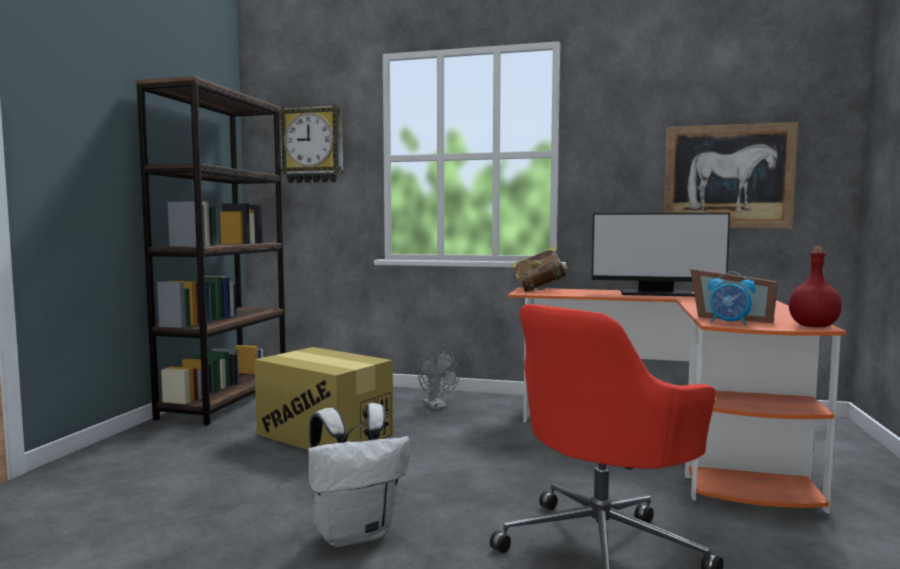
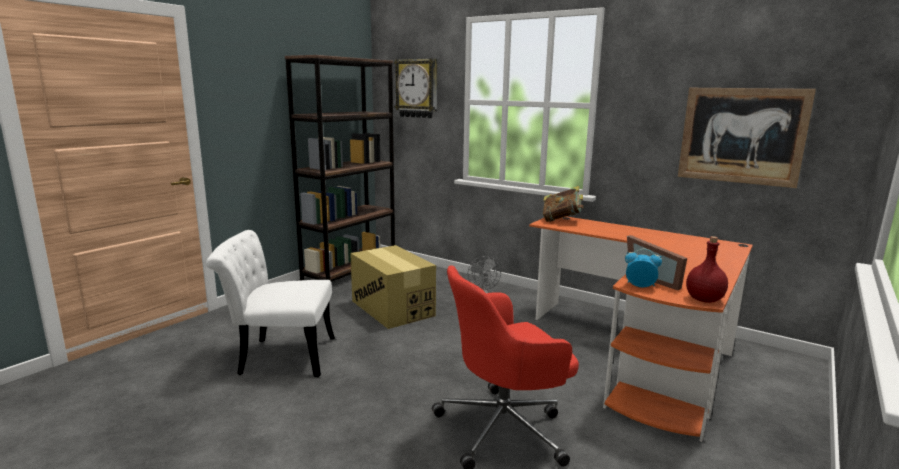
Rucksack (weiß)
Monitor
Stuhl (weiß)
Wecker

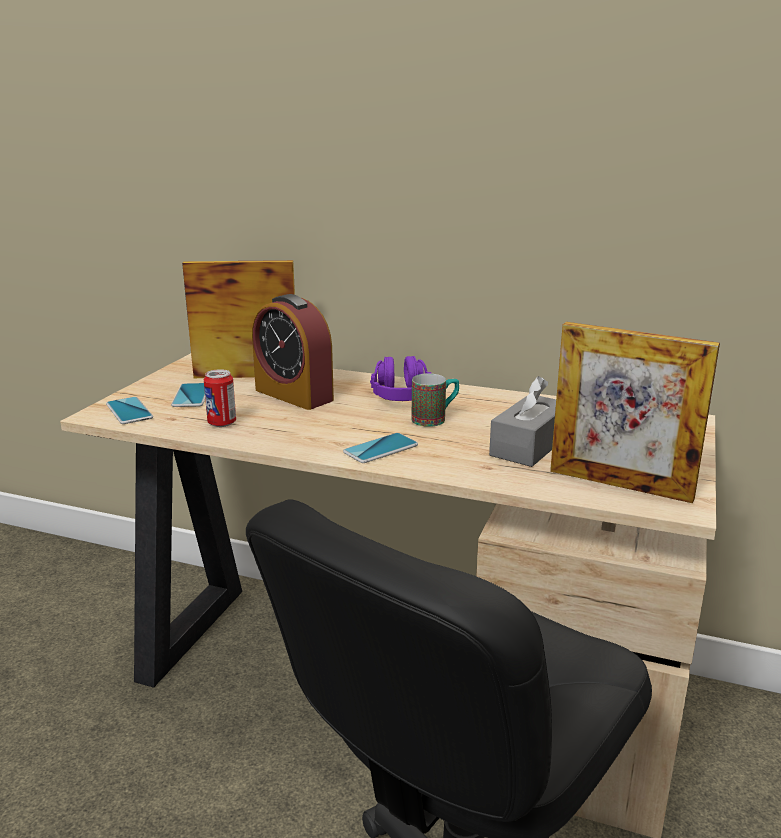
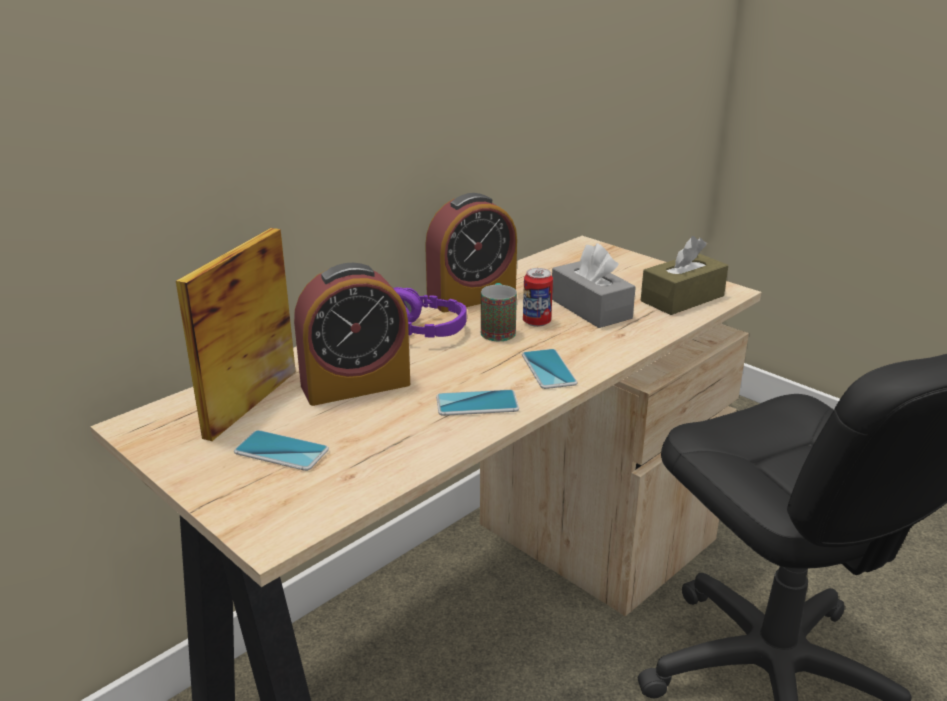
Wecker (no. 2 from left)
Handy (no. 2 from left)
Dose
Taschentuchbox (braun)

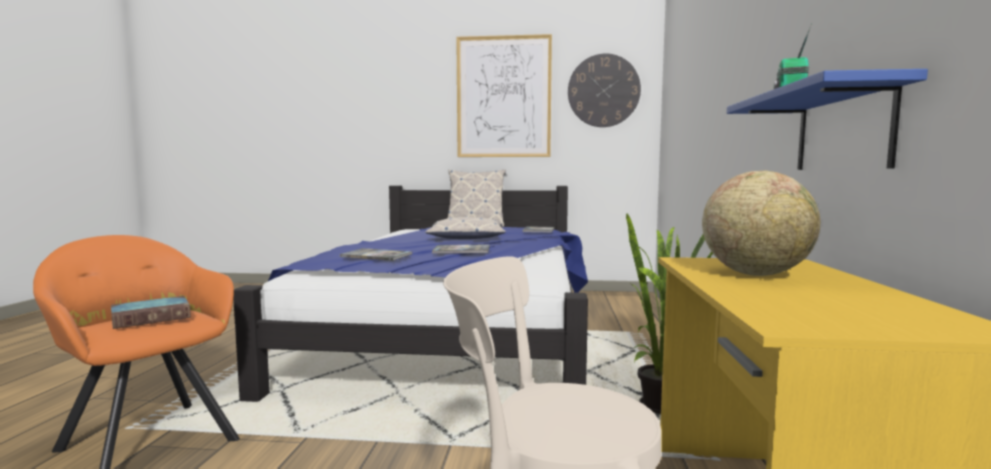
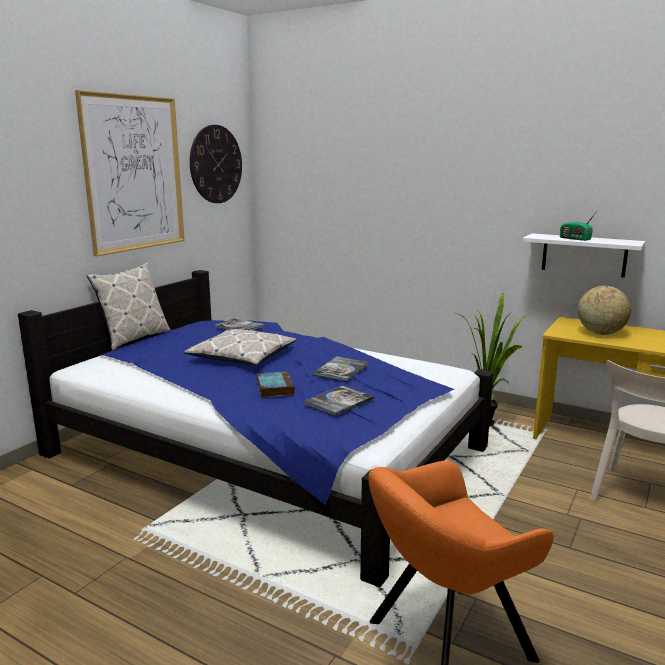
Buch (no. 2 from left)
Wandregal (weiß)

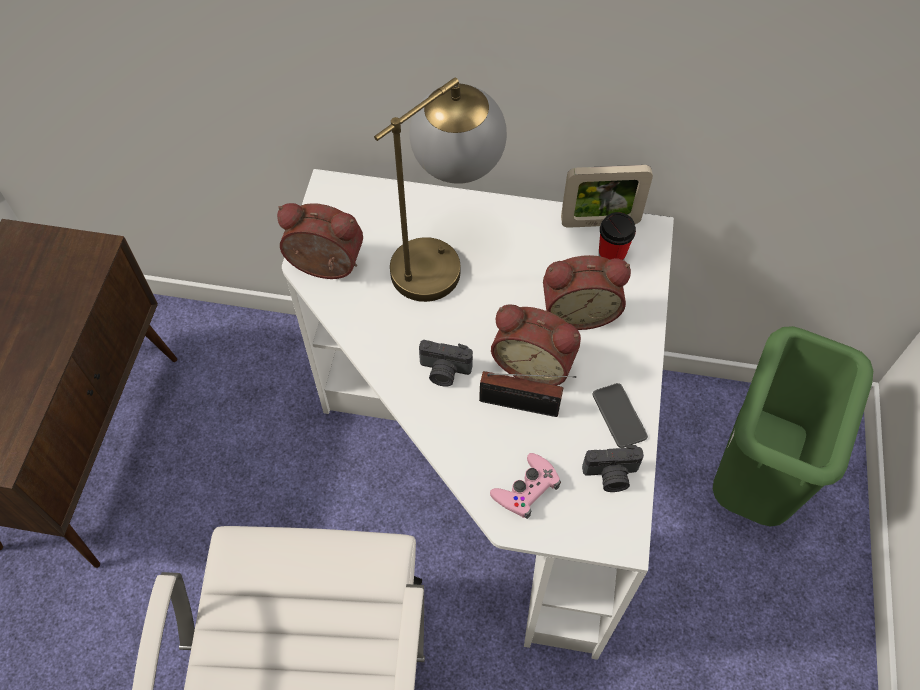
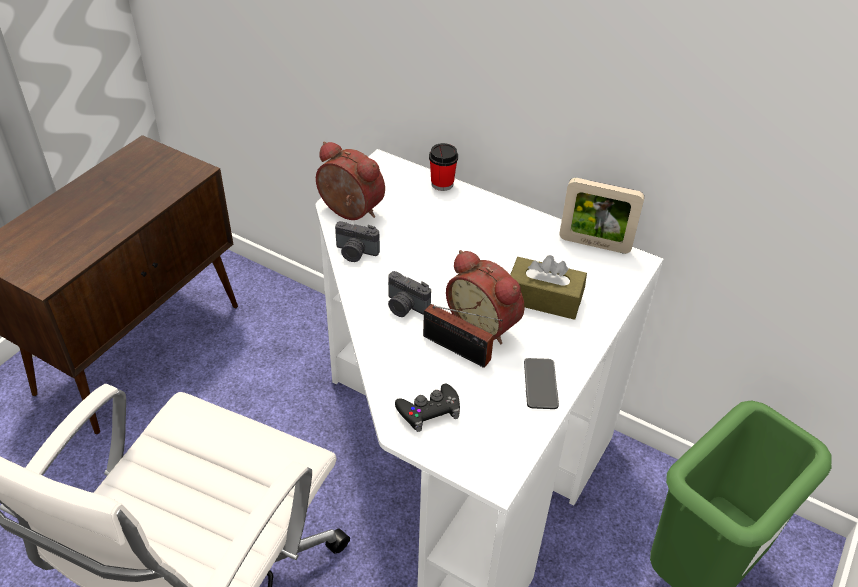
Tischlampe
Kamera (no. 1 from left)
Tasse
Taschentuchbox (braun)
Gamepad (schwarz)

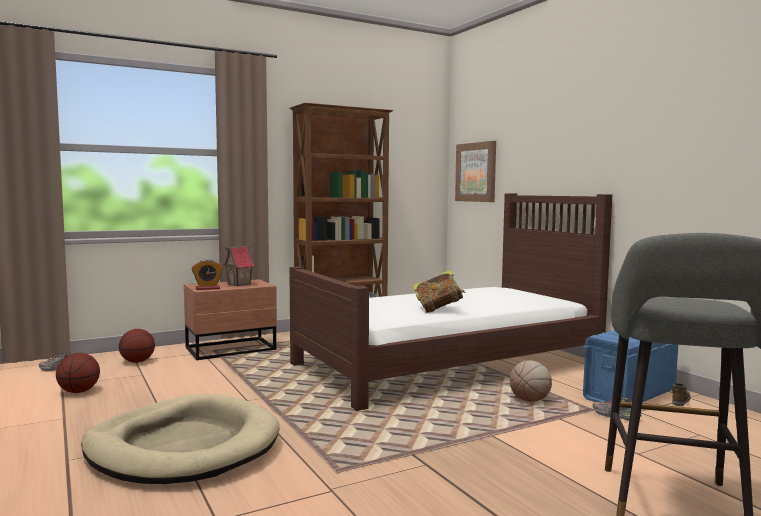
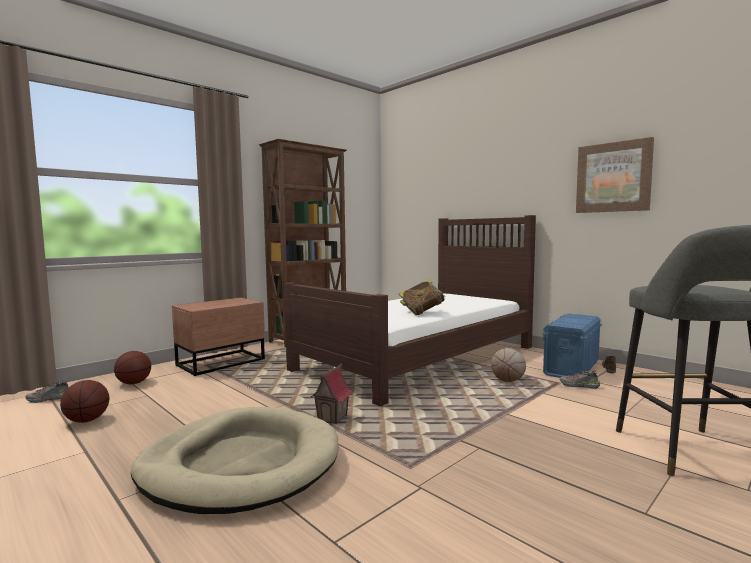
Wecker
Spielzeughaus
Bild

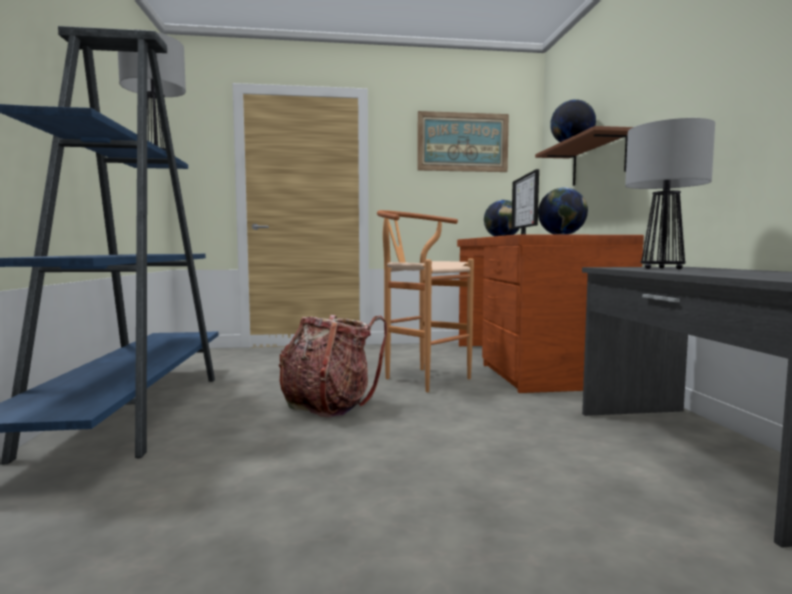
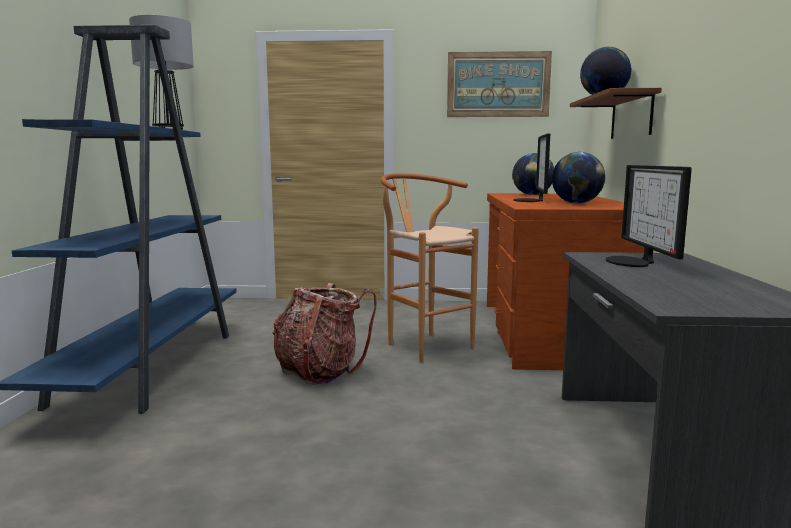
Monitor (no. 2 from left)

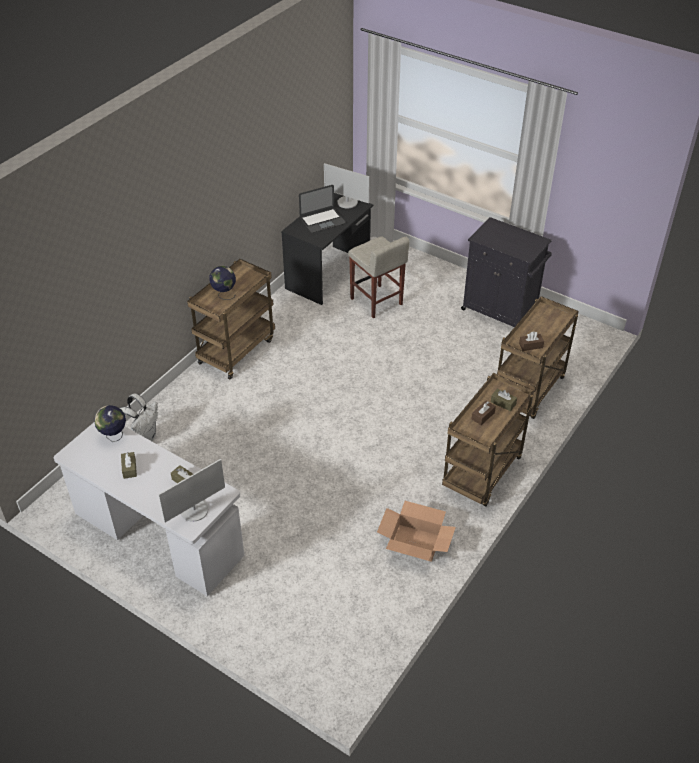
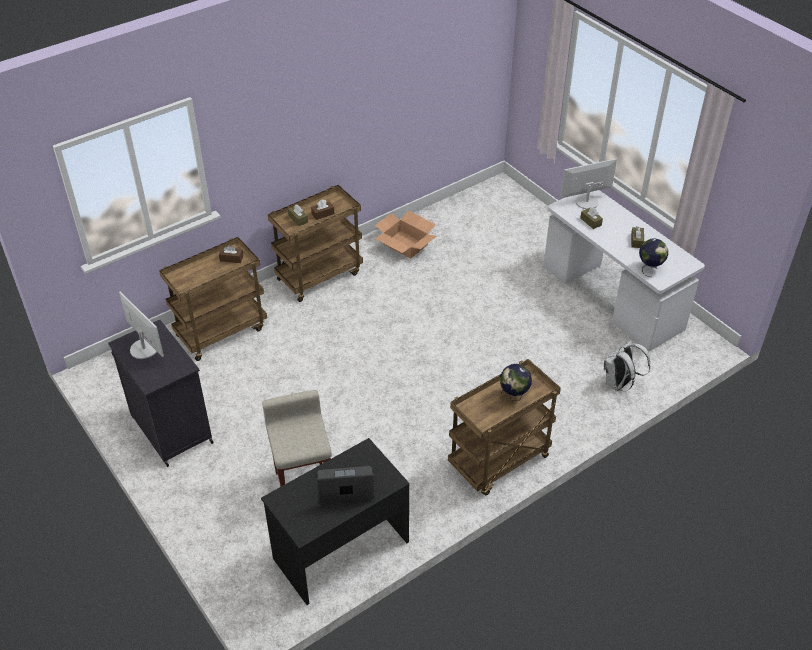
Monitor (no. 1 from left)

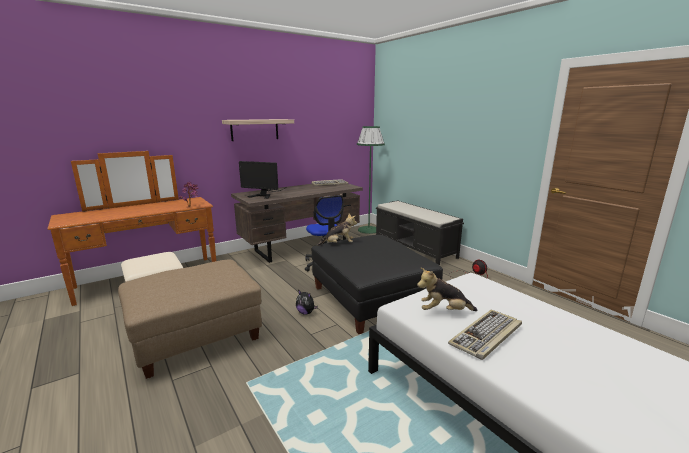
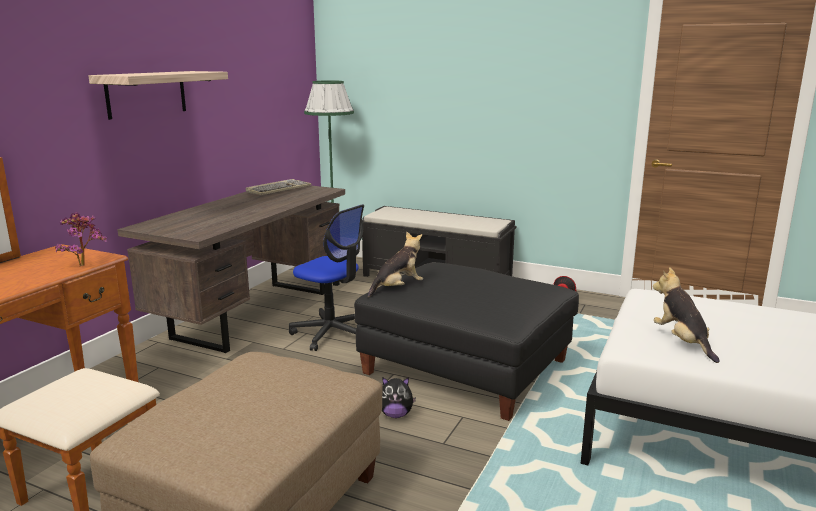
Monitor
Tastatur (no. 2 from left in the first image)
Plüschtier (no. 3 from left)

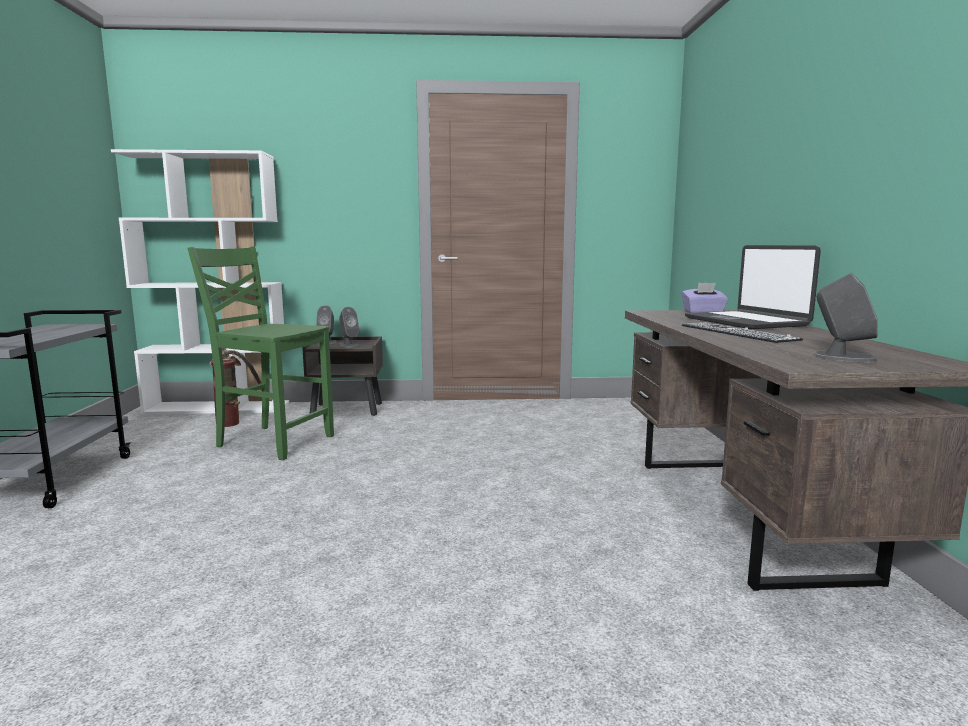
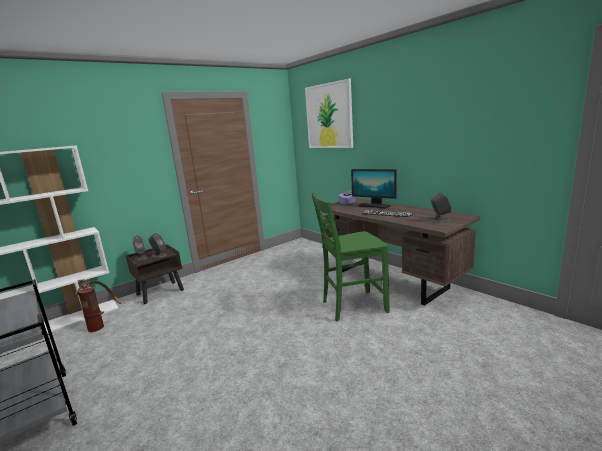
Bild
Stuhl (grün)
Monitor

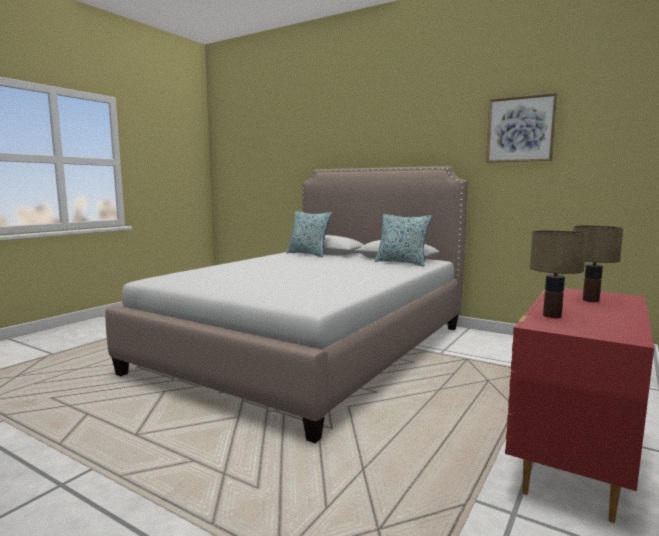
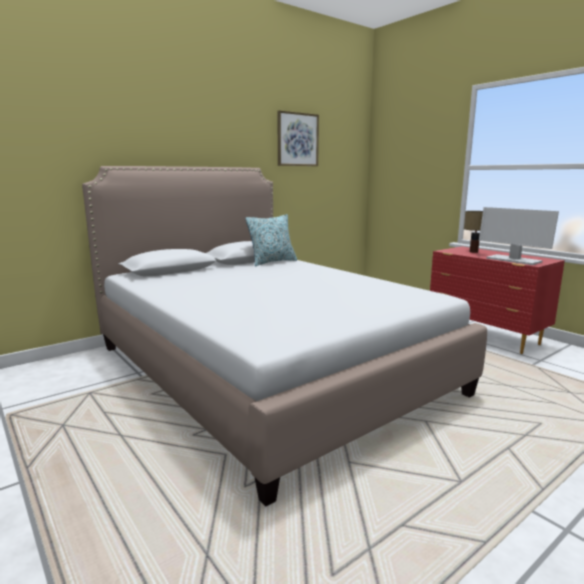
Kissen (no. 1 from left in the first image)
Monitor

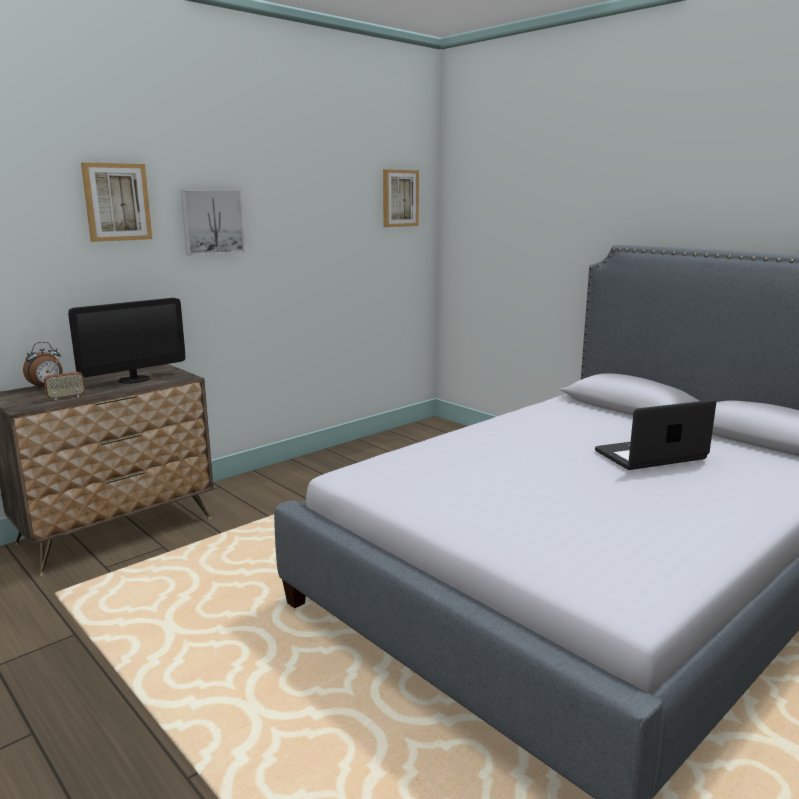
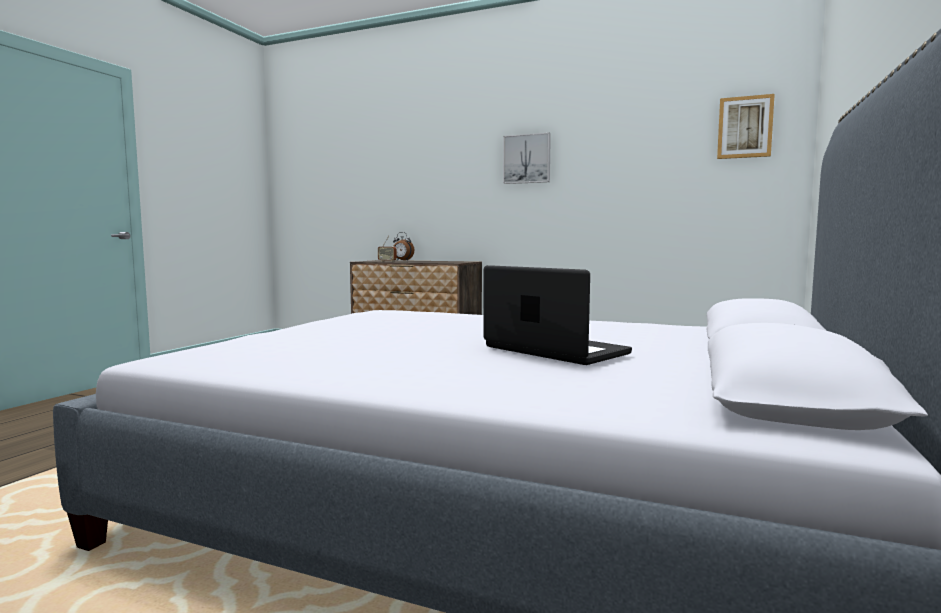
Monitor
Bild (no. 1 from left in the first image)

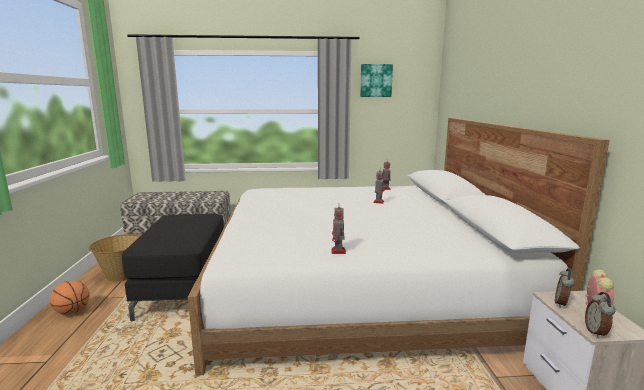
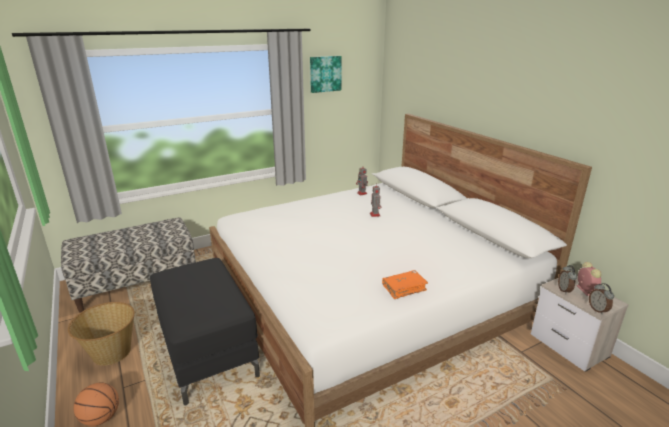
Buch (orange)

